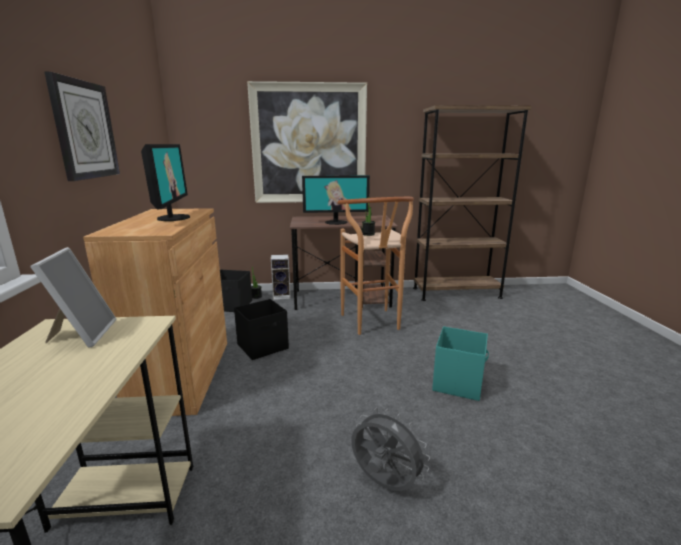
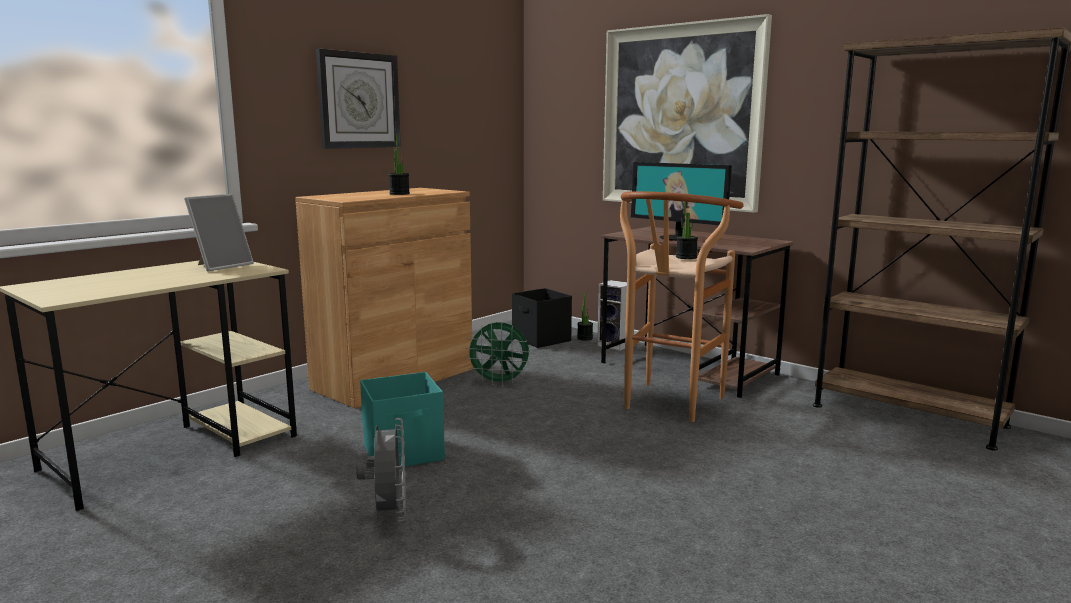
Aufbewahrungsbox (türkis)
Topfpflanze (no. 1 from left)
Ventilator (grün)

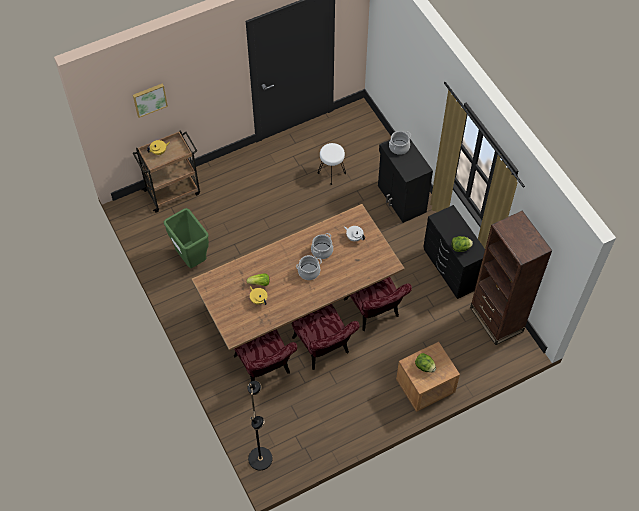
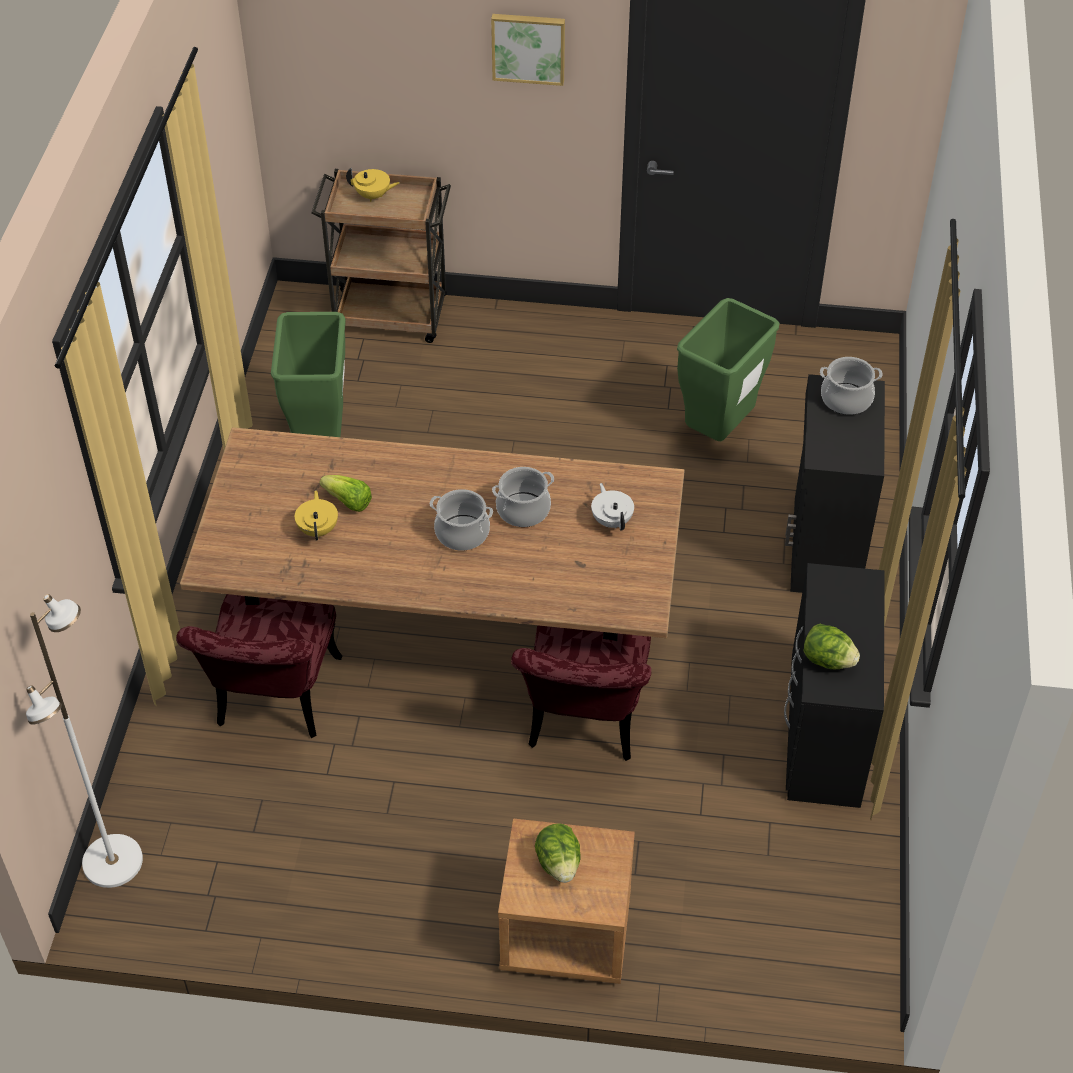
Stuhl (rot) (no. 2 from left in the first image)
Bücherregal (braun)
Bild
Mülleimer (grün) (no. 2 from left)
Stehlampe (weiß)

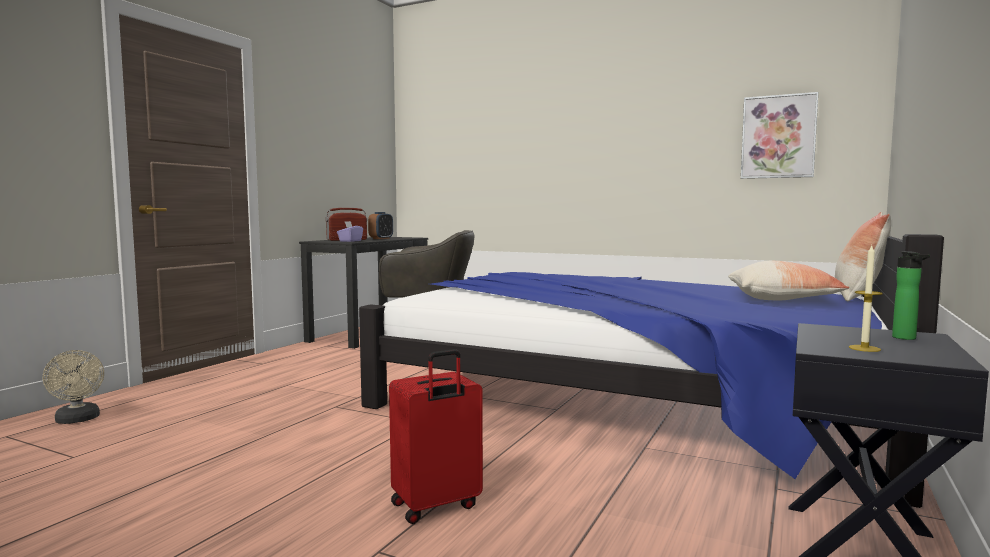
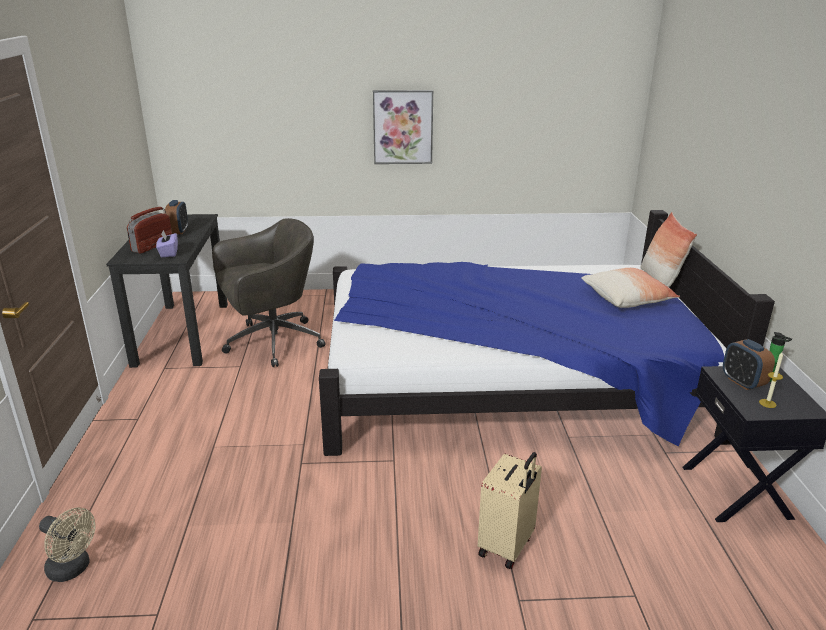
Wecker (no. 2 from left)
Bild
Koffer (beige)

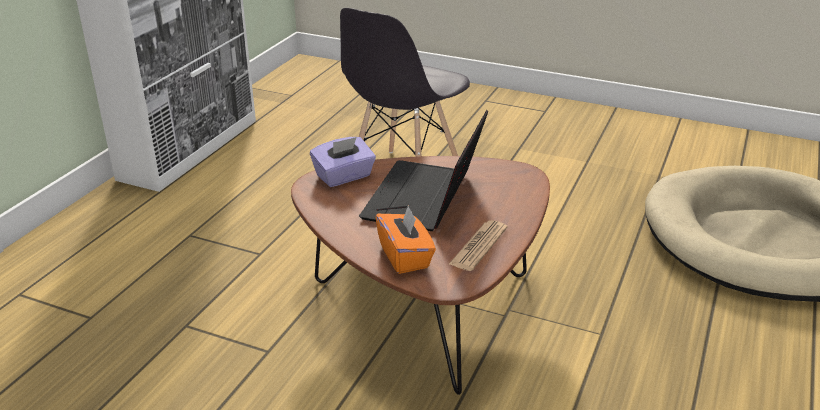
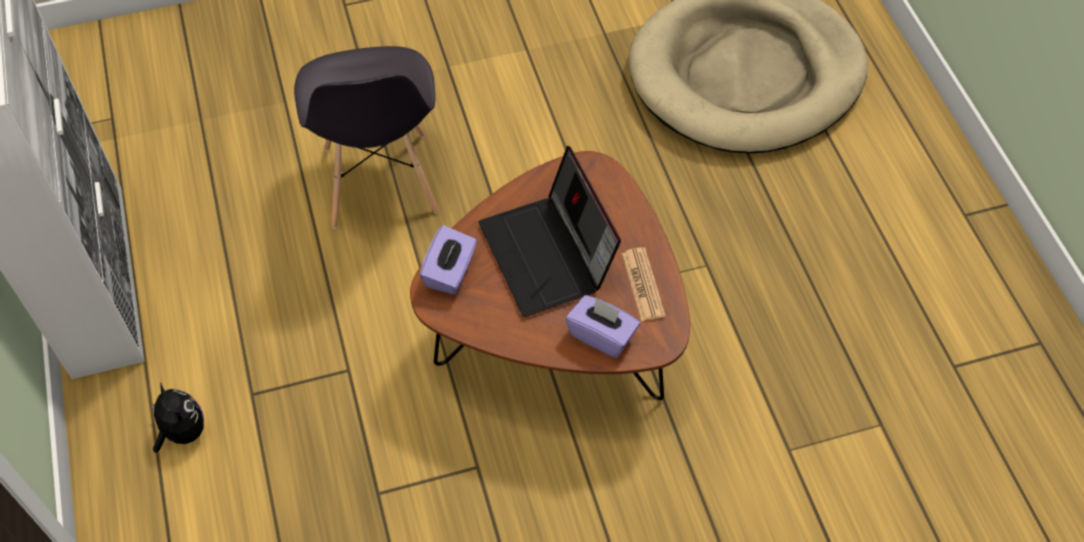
Plüschtier
Taschentuchbox (lila) (no. 2 from left)

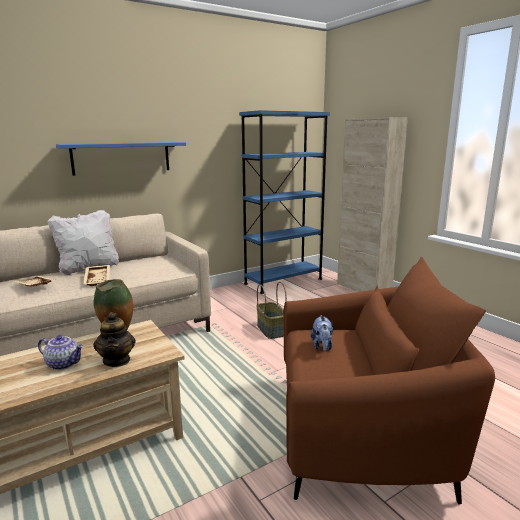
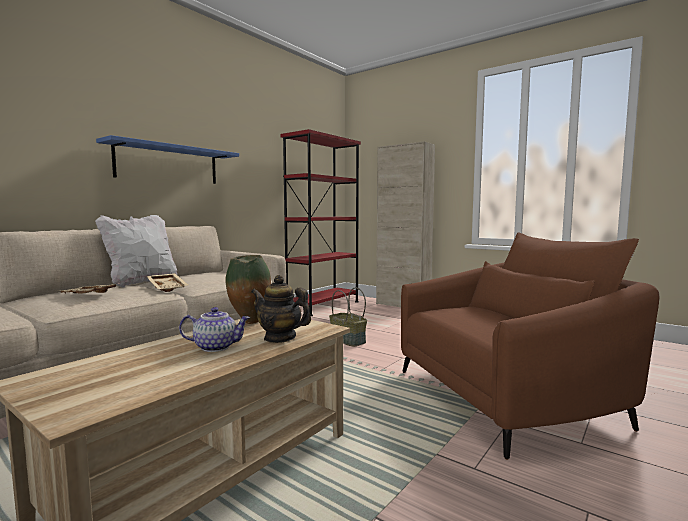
Plüschtier
Bücherregal (rot)
Teekanne (no. 2 from left)

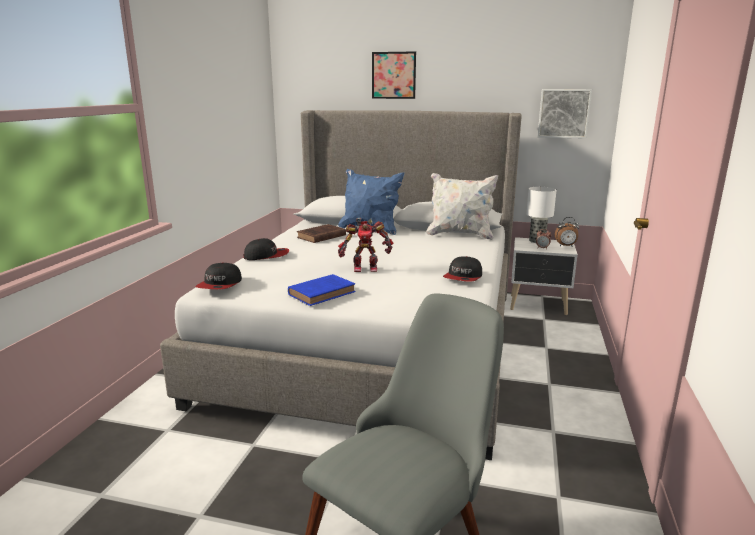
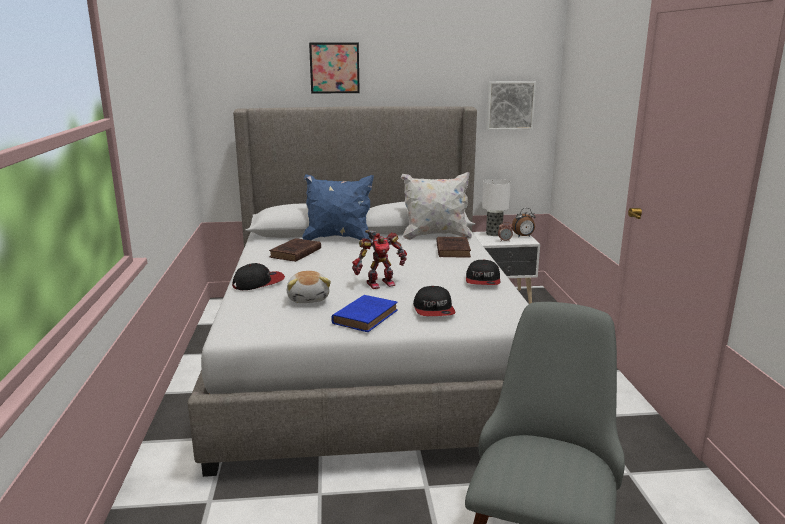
Plüschtier
Buch (braun) (no. 2 from left)
Kappe (no. 2 from left)

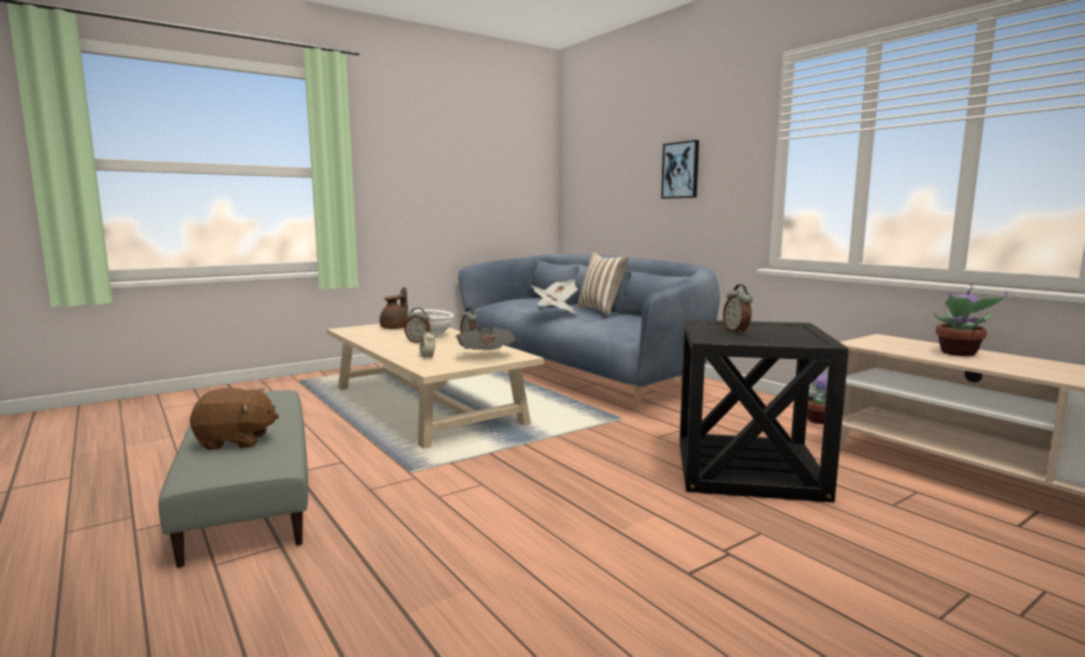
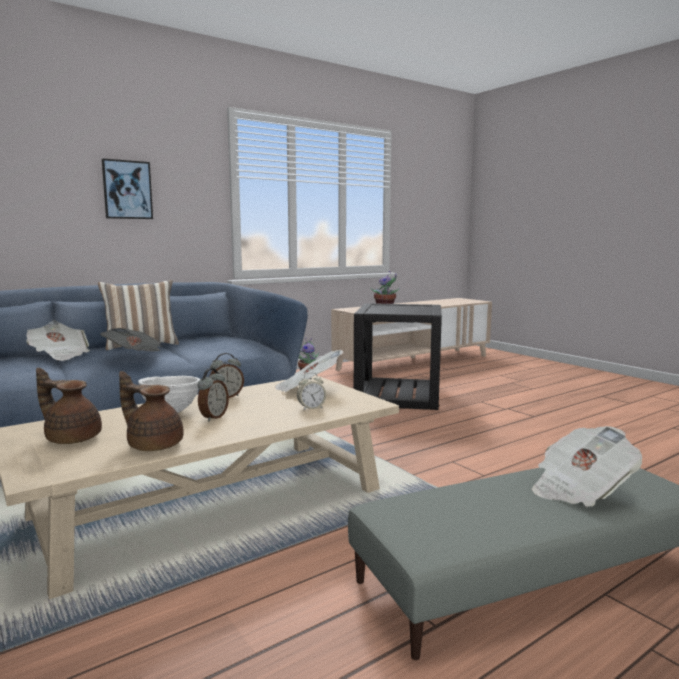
Wecker (no. 4 from left in the first image)
Teekanne (braun) (no. 2 from left)
Zeitung (no. 4 from left)

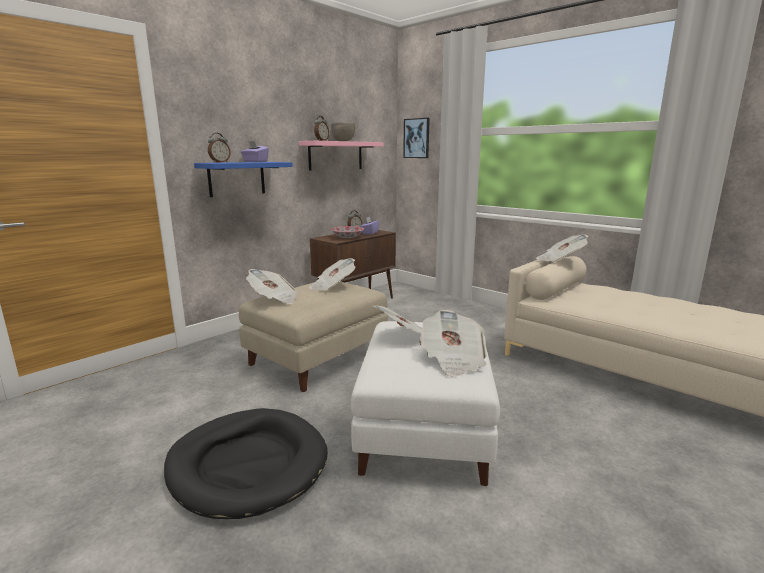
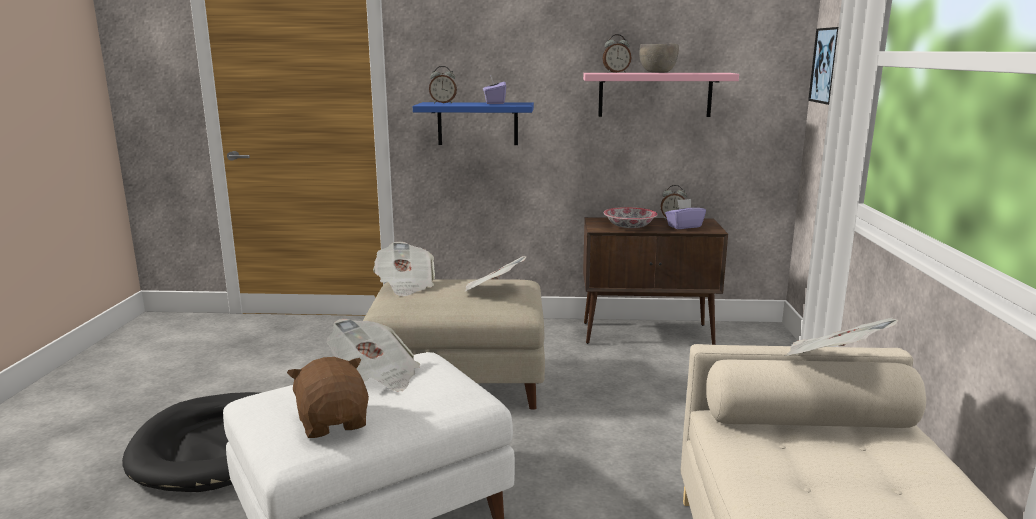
Plüschtier (braun)

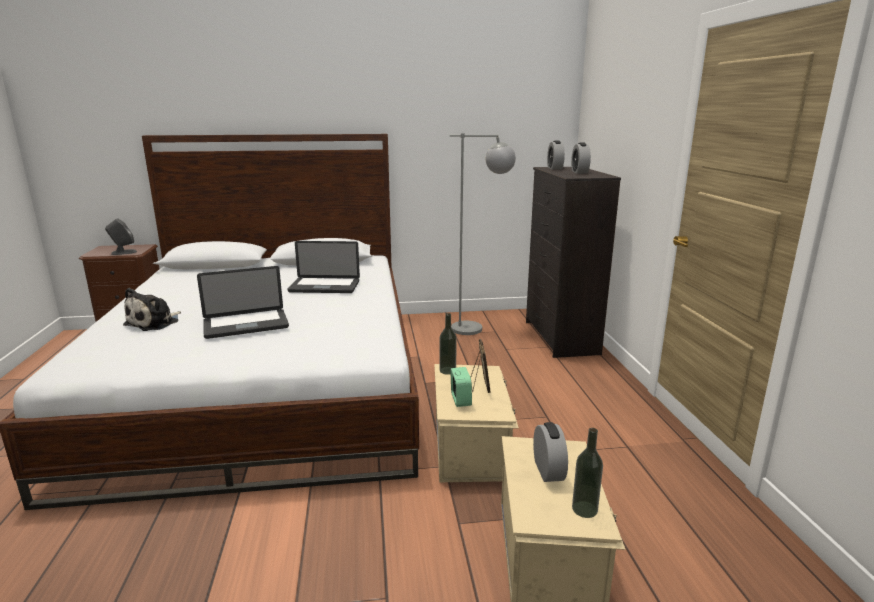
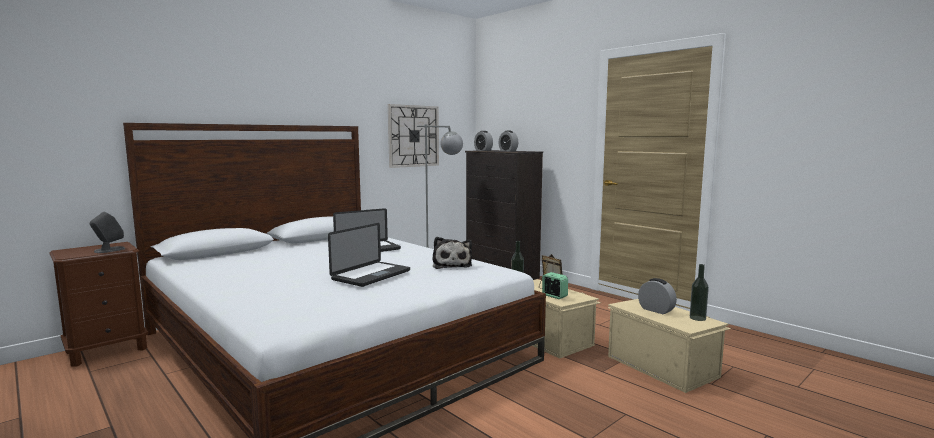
Wanduhr
Plüschtier

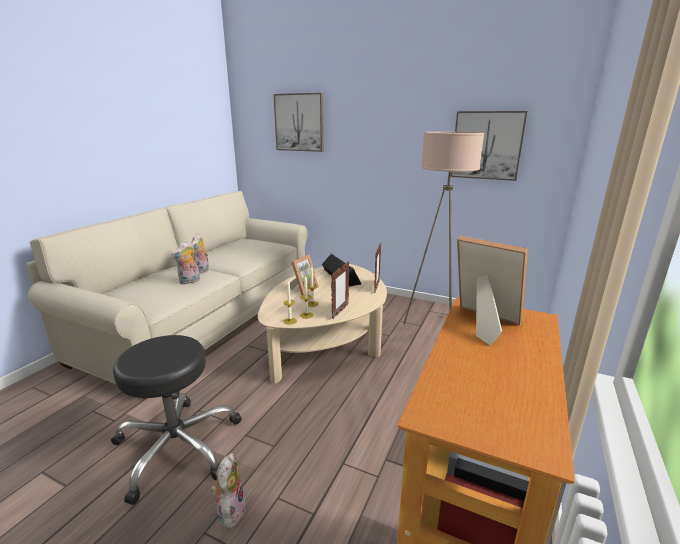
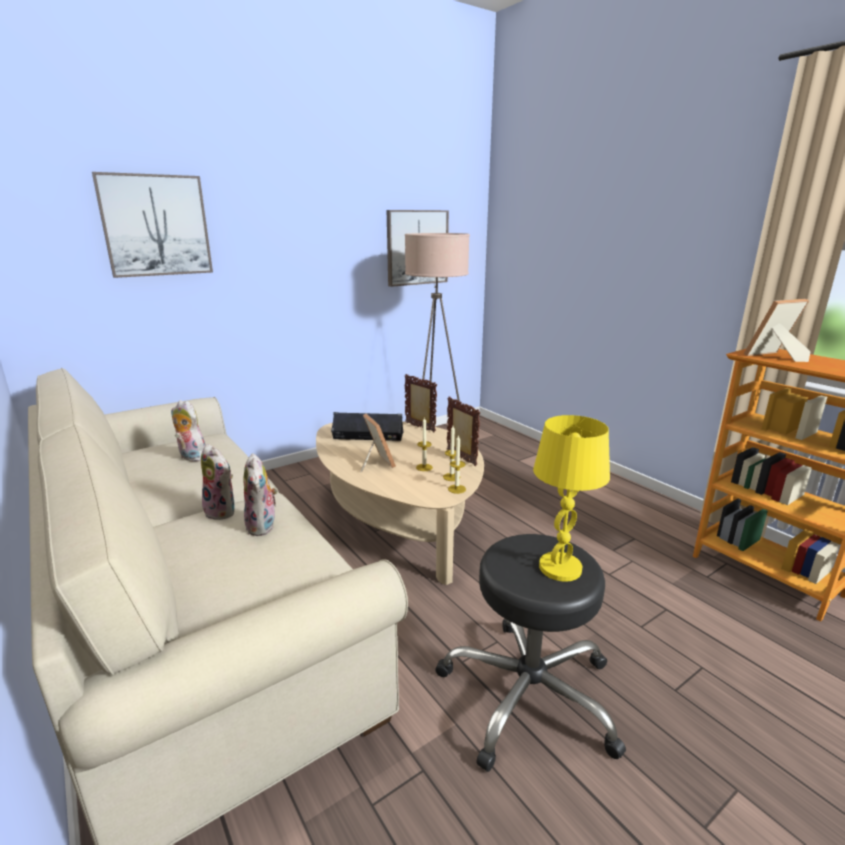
Tischlampe (gelb)
Plüschtier (no. 1 from left)

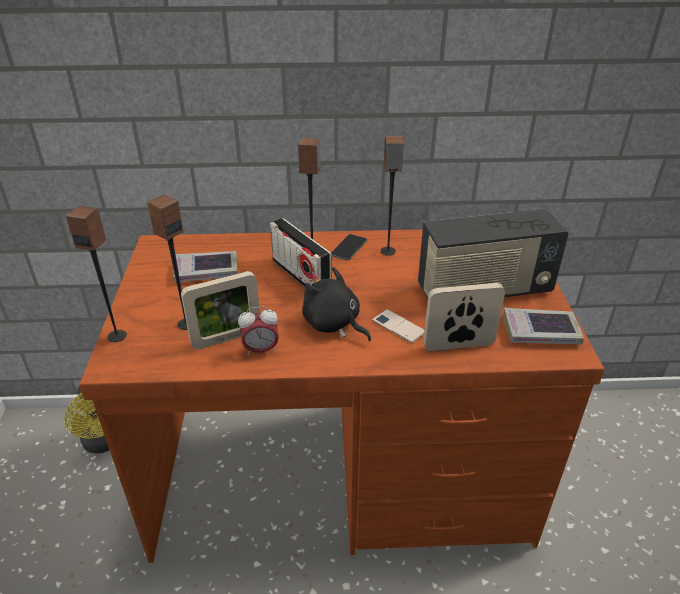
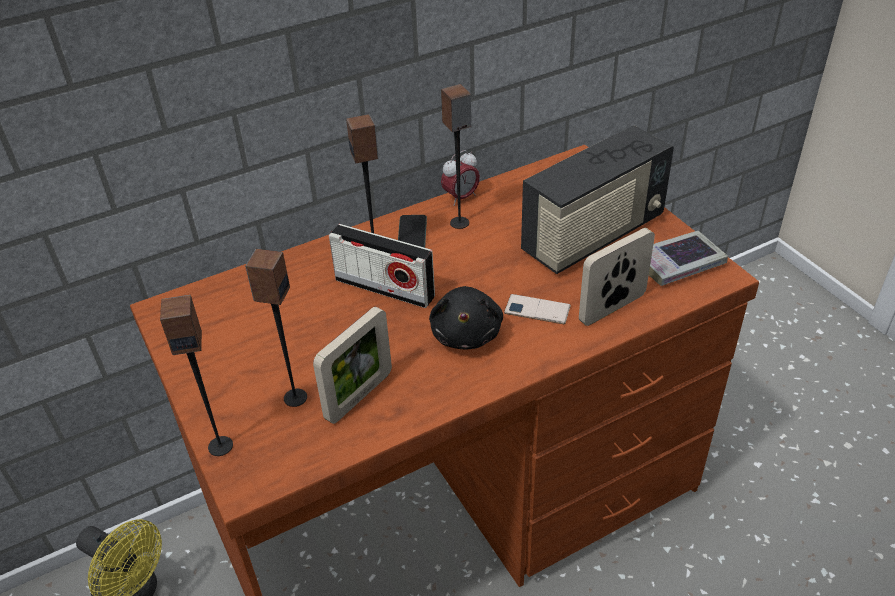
Buch (no. 1 from left in the first image)
Wecker
Plüschtier (schwarz)

